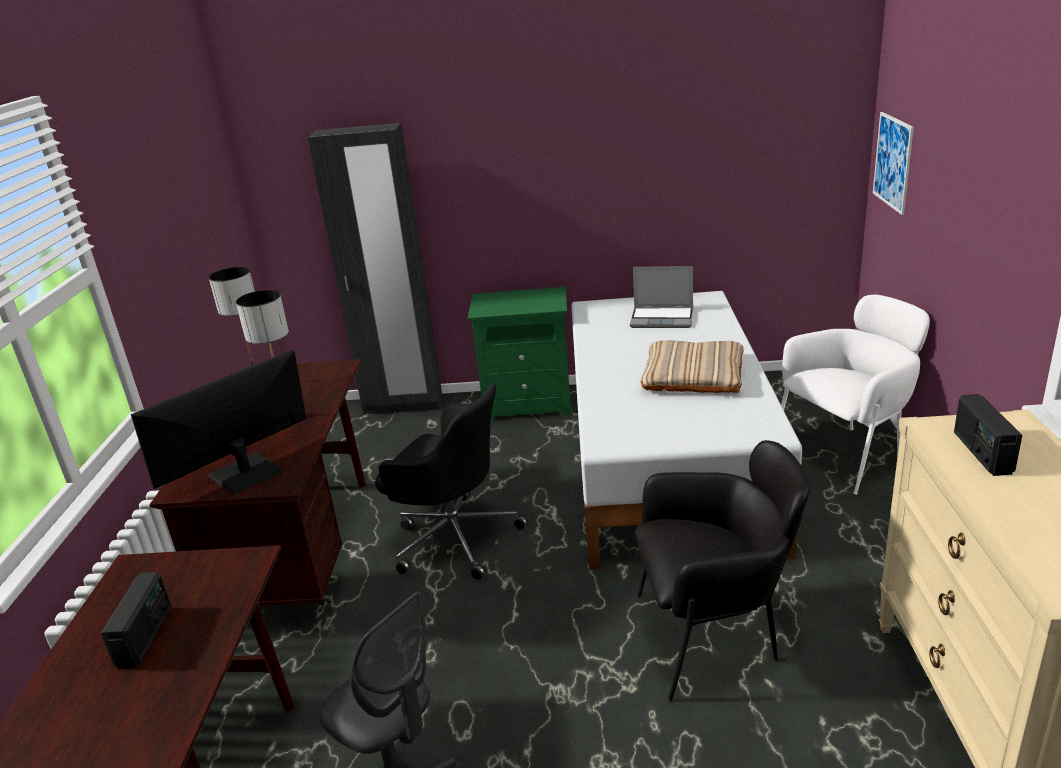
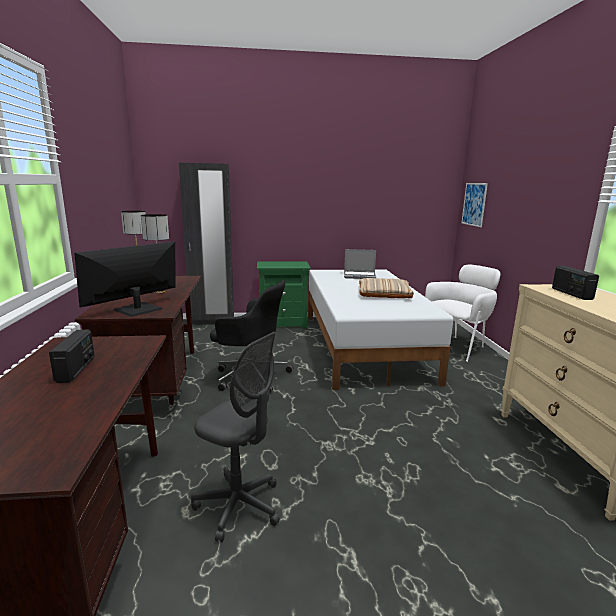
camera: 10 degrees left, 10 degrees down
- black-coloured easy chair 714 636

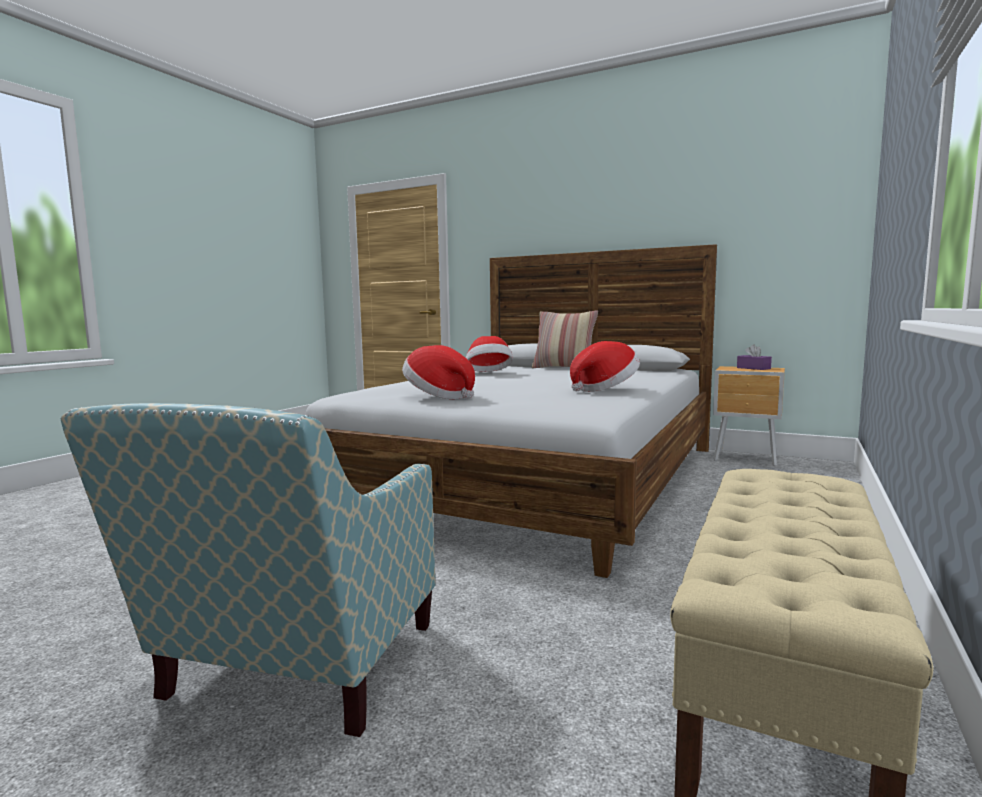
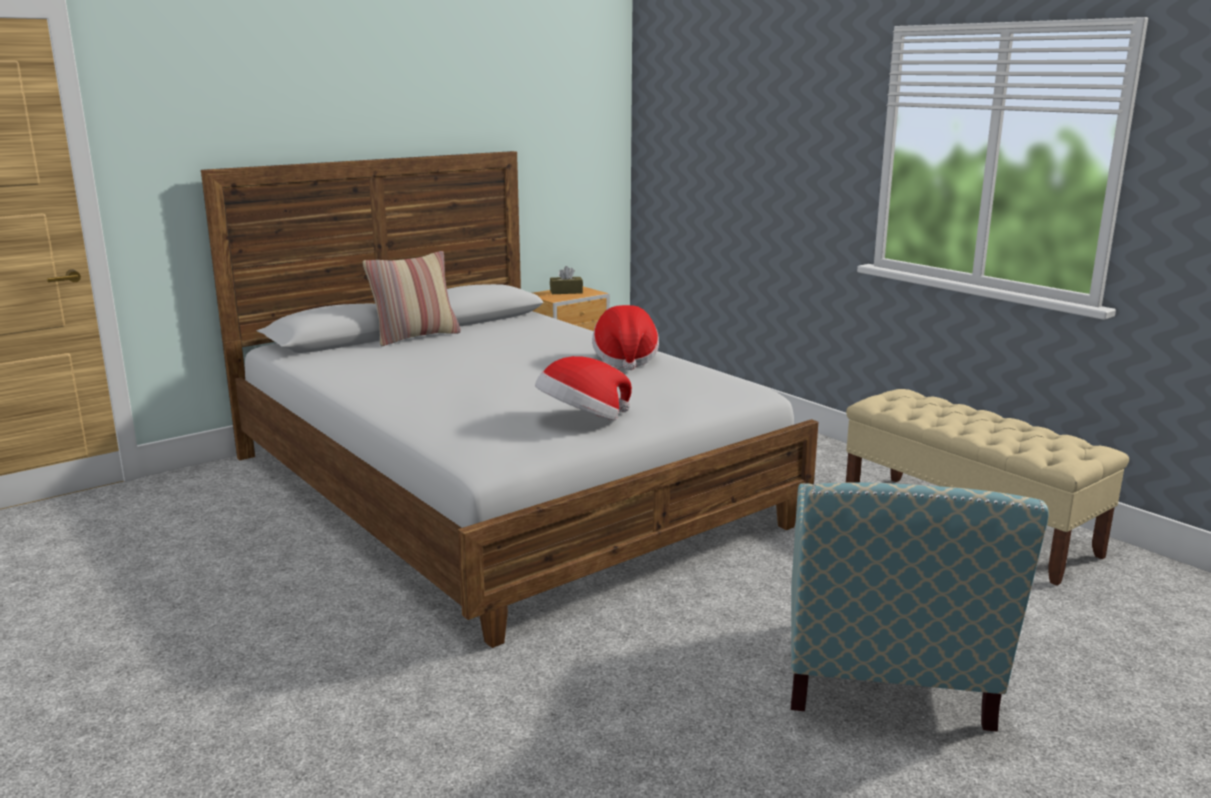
camera: 65 degrees left, 10 degrees up
~ easy chair 291 674 = 886 686 60 degrees clockwise
- clothing hat 489 373
~ purplish box of tissues 753 368 to brown-coloured box of tissues 566 292

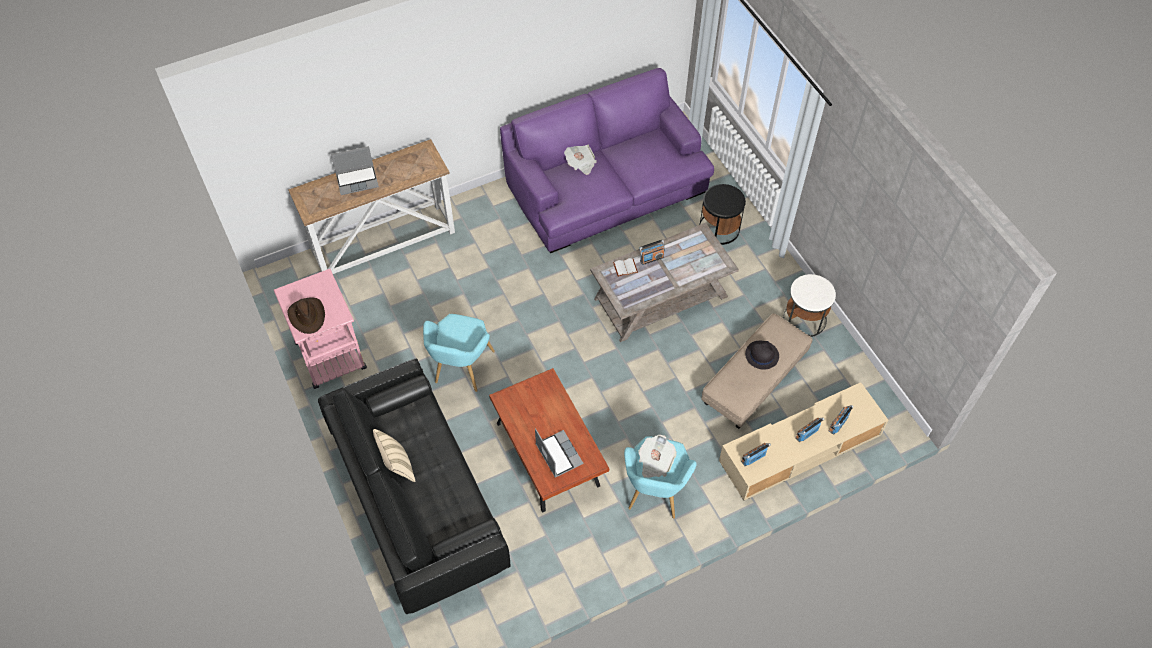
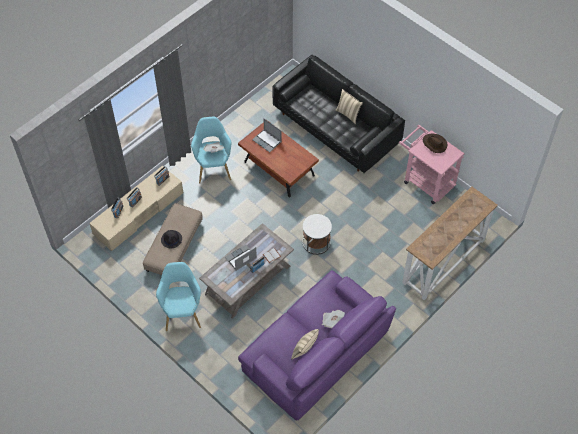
camera: 160 degrees right, 0 degrees up
~ laptop 357 180 to 240 258
~ blue-green easy chair 461 370 to 182 312
- black-coloured end table 719 228
~ white end table 805 319 to 316 242
+ sand-coloured throw pillow 305 351

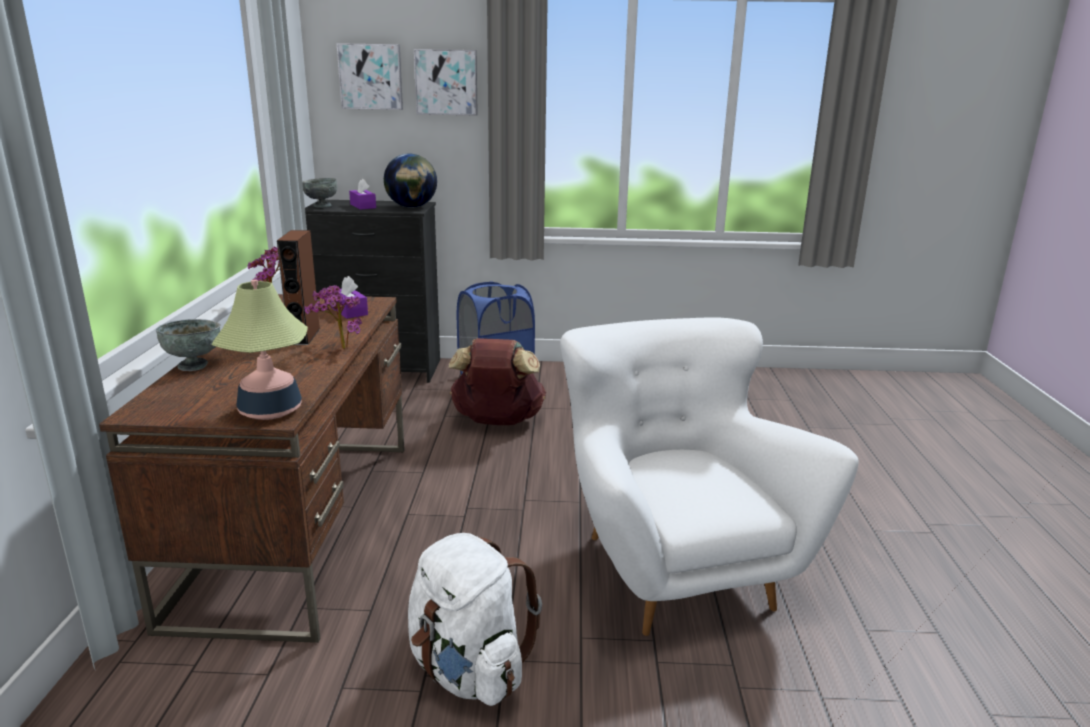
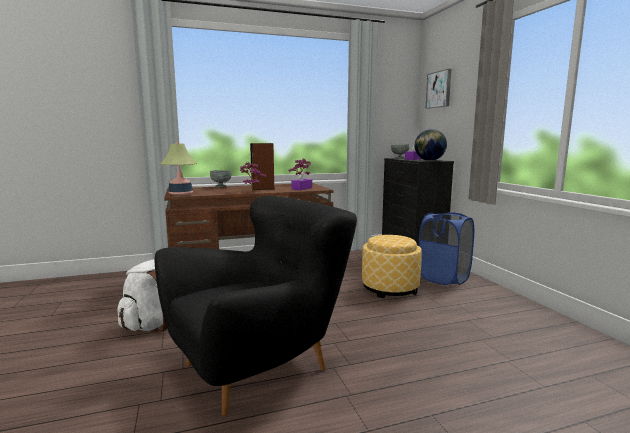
camera: 70 degrees right, 10 degrees down
- picture 446 82
~ brown-coloured rucksack 497 422 to ottoman 390 288
~ white easy chair 673 568 to black-coloured easy chair 259 366

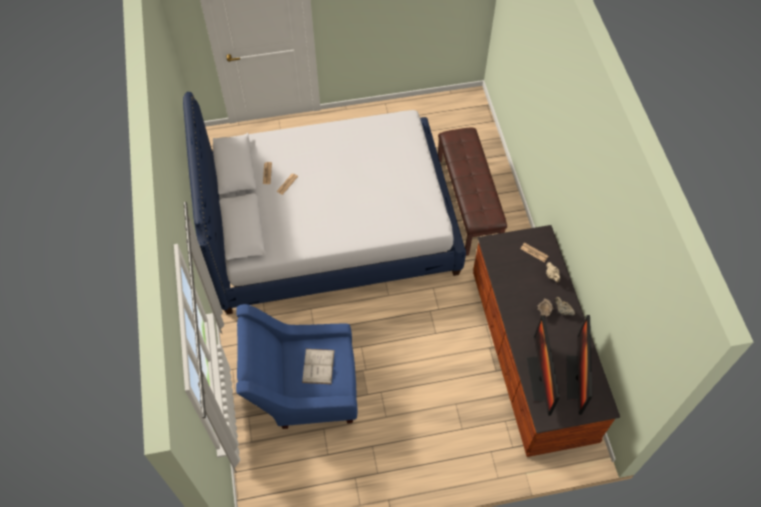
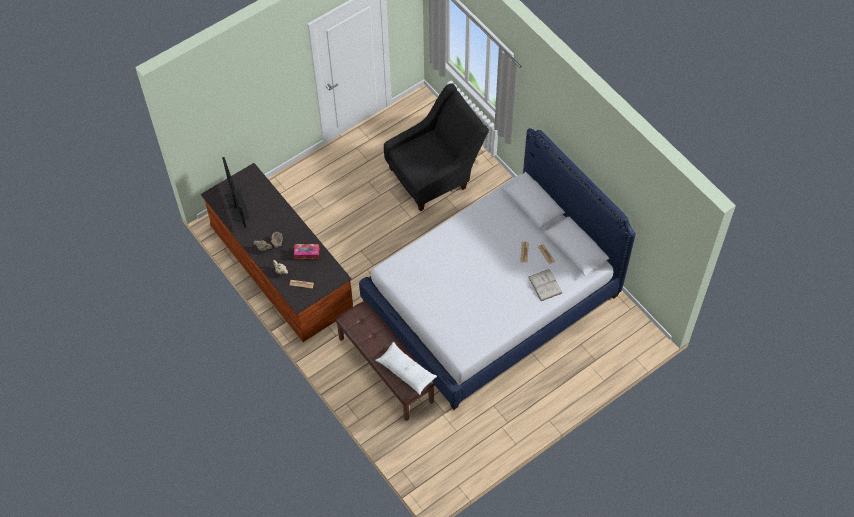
camera: 155 degrees right, 0 degrees up
~ blue easy chair 304 389 to black-coloured easy chair 435 174
~ white bound book 318 366 to 545 285
- monitor 540 378
+ box of tissues 307 253
+ white throw pillow 406 371

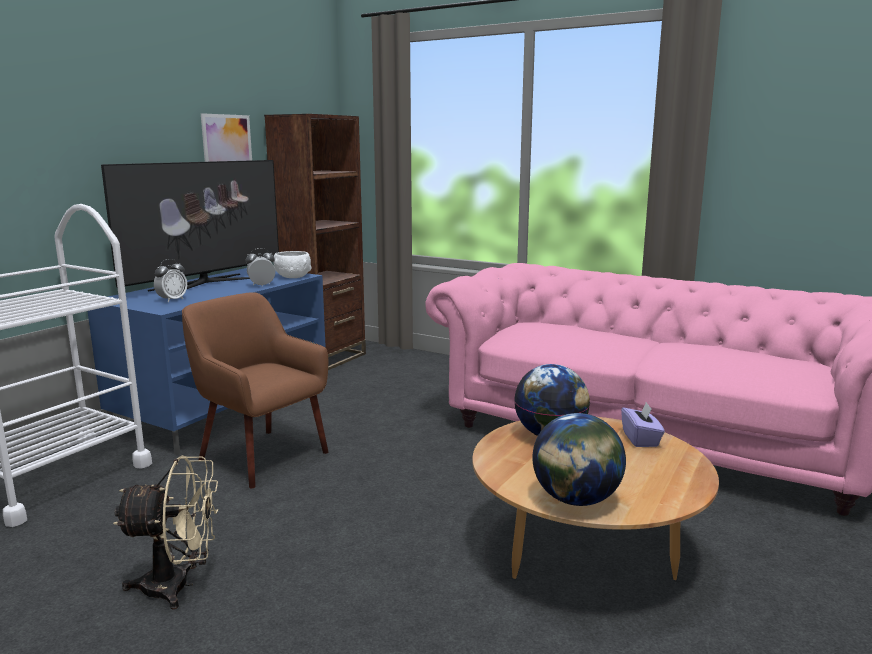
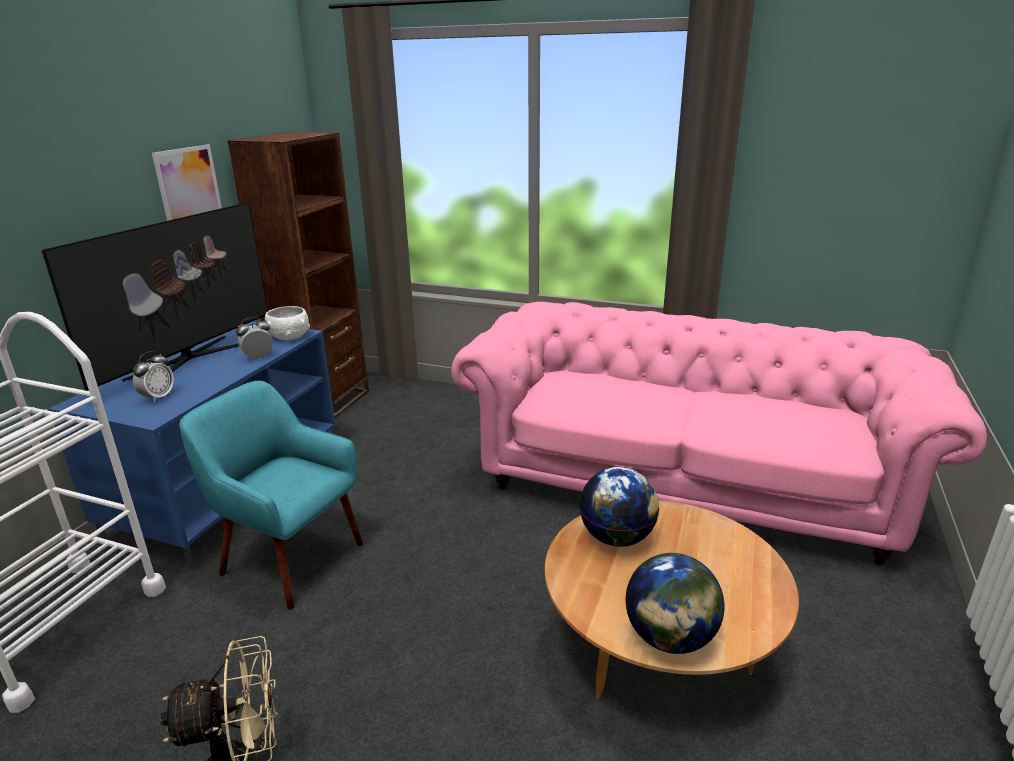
camera: 10 degrees left, 10 degrees up
~ brown-coloured easy chair 261 456 to blue-green easy chair 290 559
- purplish box of tissues 641 439

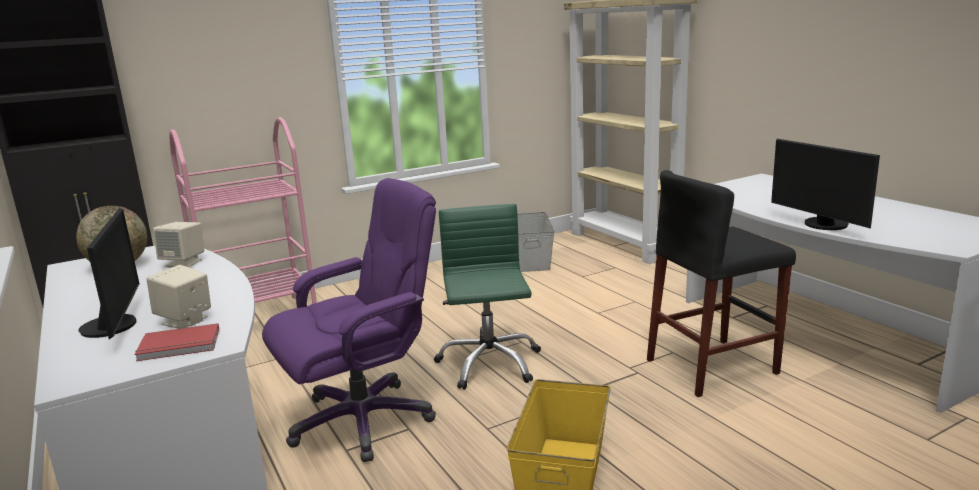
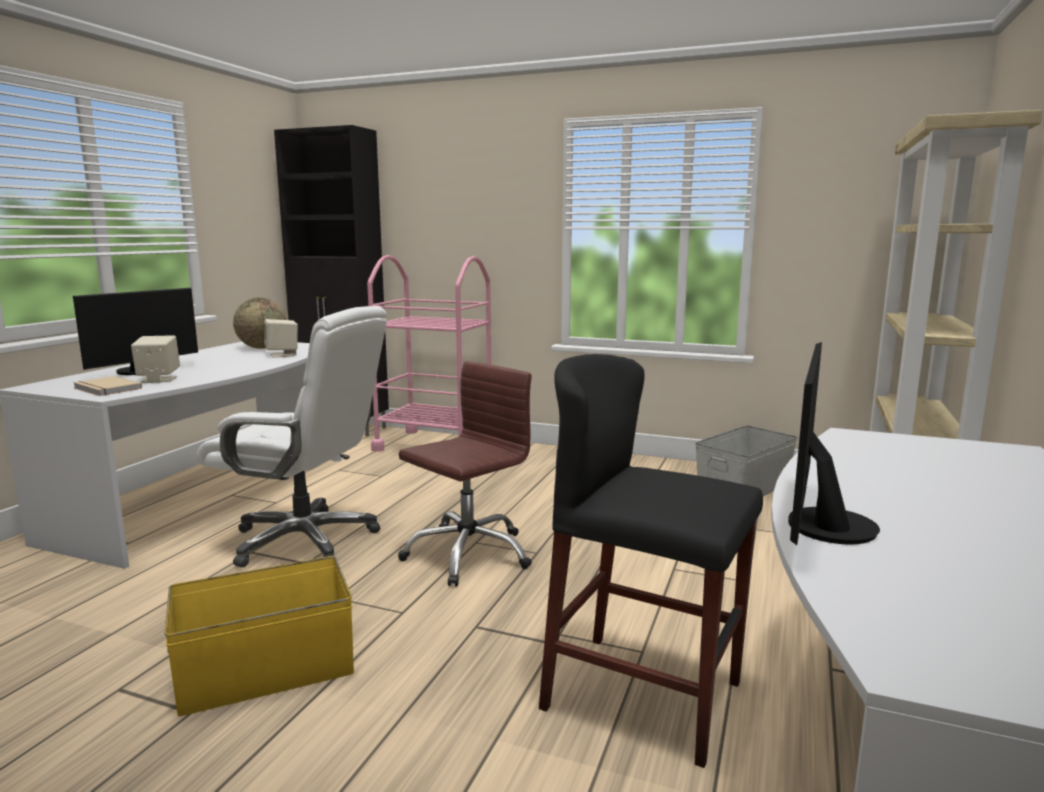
camera: 50 degrees right, 5 degrees down
~ red bound book 179 346 to sand-coloured bound book 106 389
~ purplish office chair 363 420 to white office chair 305 540
~ greenish office chair 489 363 to brown-coloured office chair 467 554

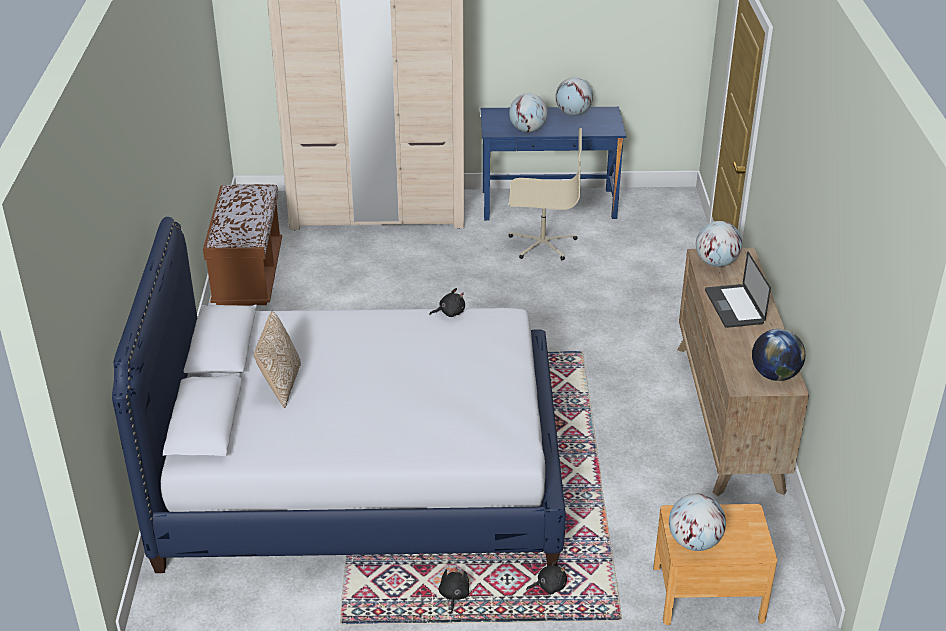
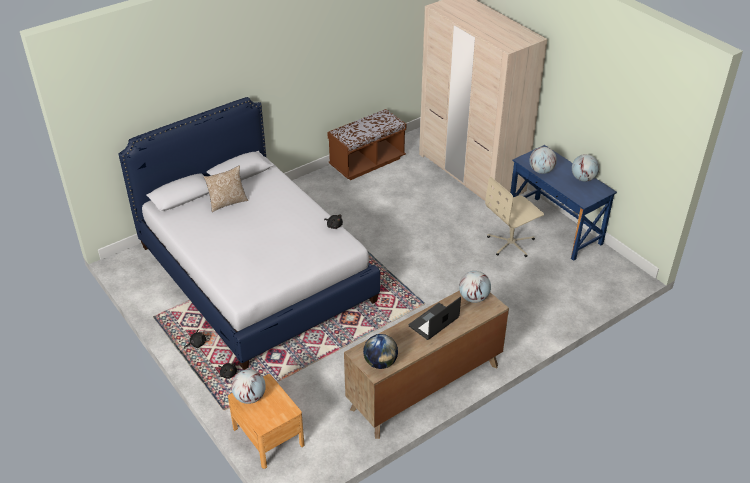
camera: 55 degrees right, 5 degrees up
~ sand-coloured office chair 542 243 = 511 243 90 degrees clockwise

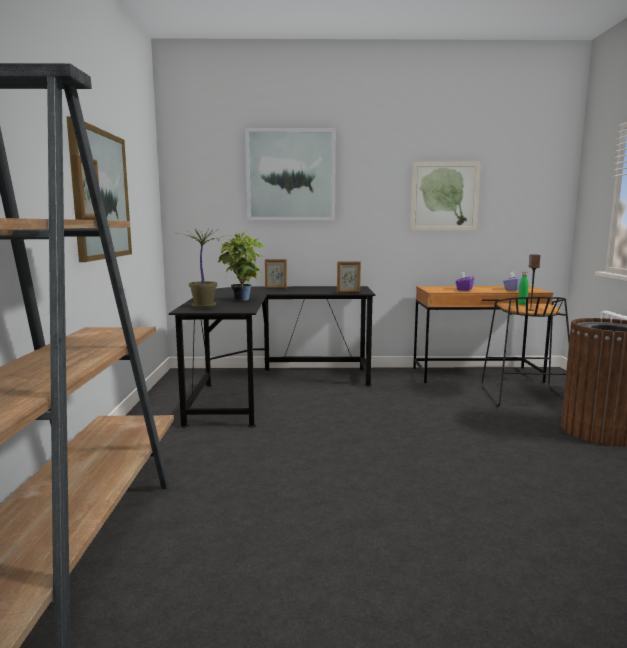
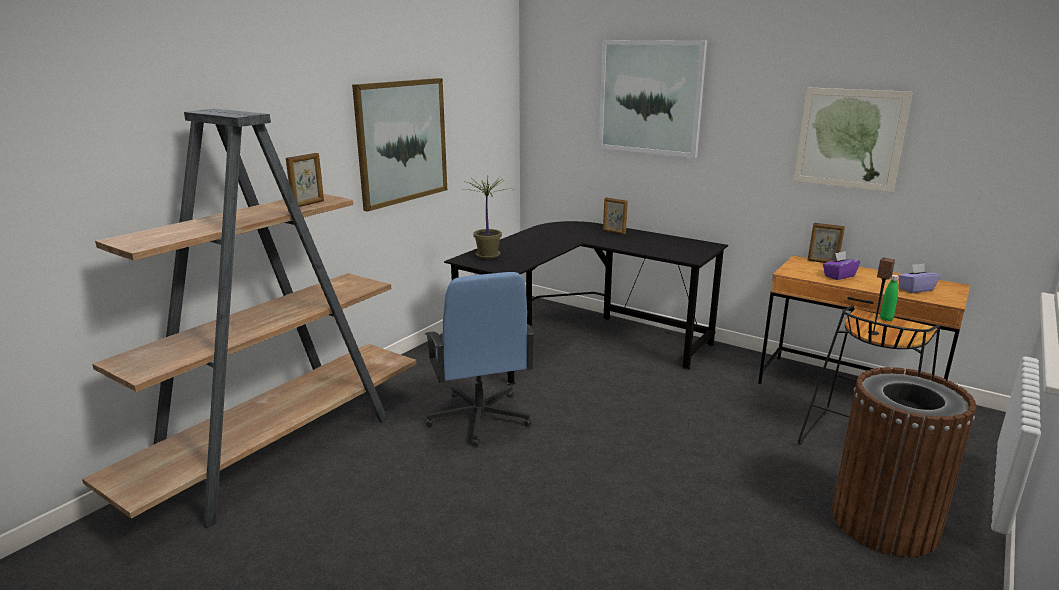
camera: 35 degrees right, 10 degrees up
- potted plant 243 300
~ photo frame 348 292 to 822 262
+ blue office chair 479 418

